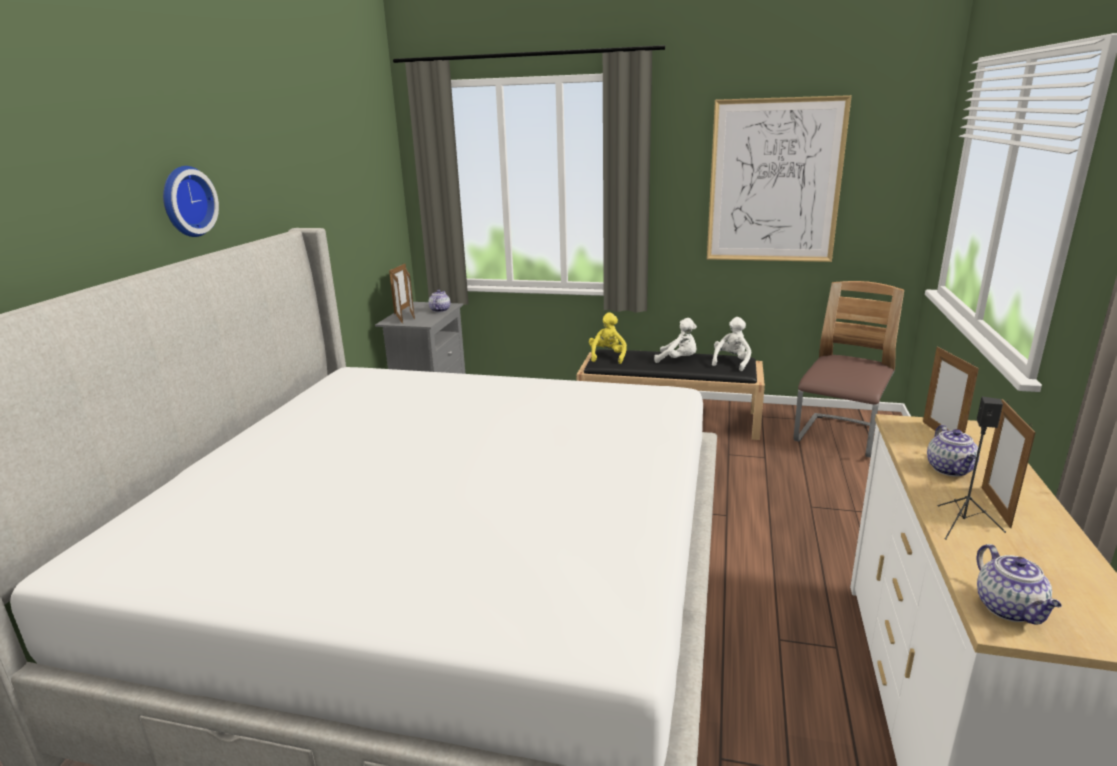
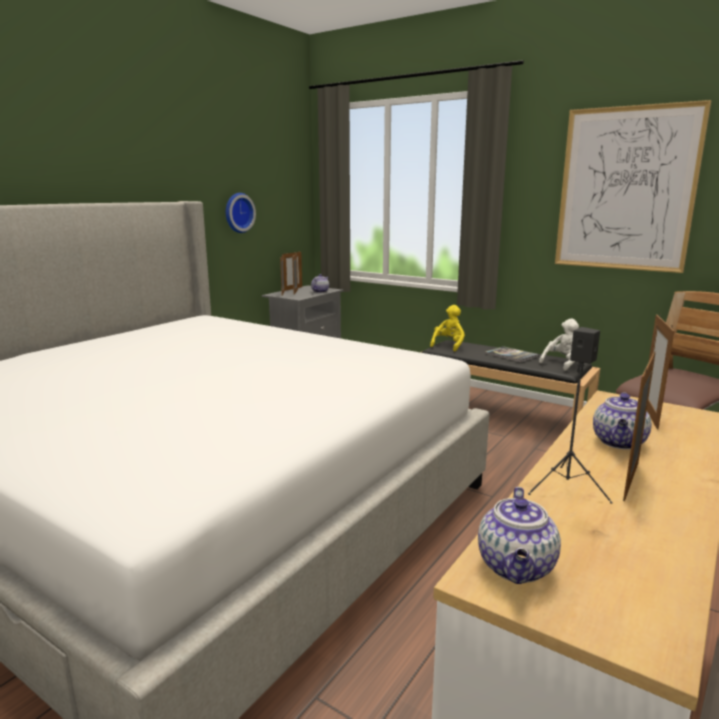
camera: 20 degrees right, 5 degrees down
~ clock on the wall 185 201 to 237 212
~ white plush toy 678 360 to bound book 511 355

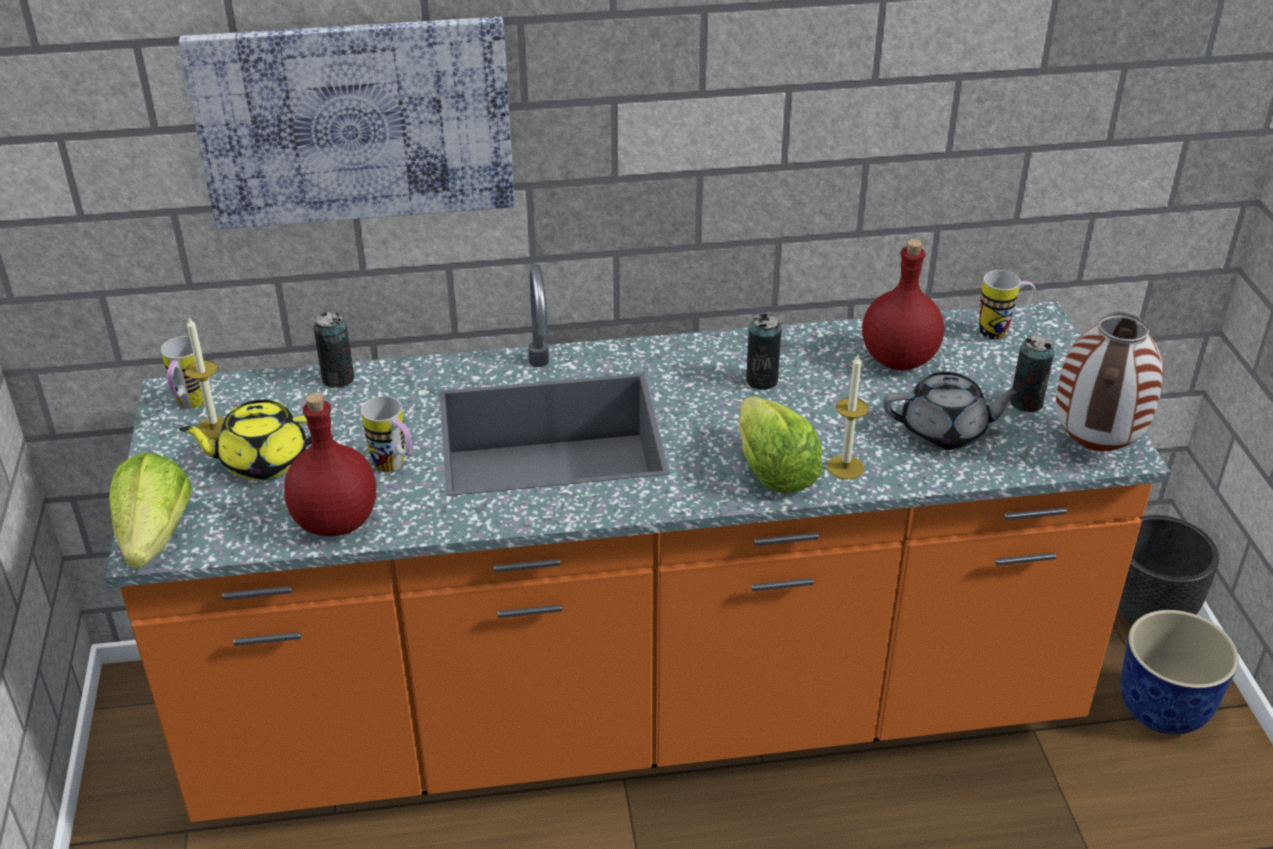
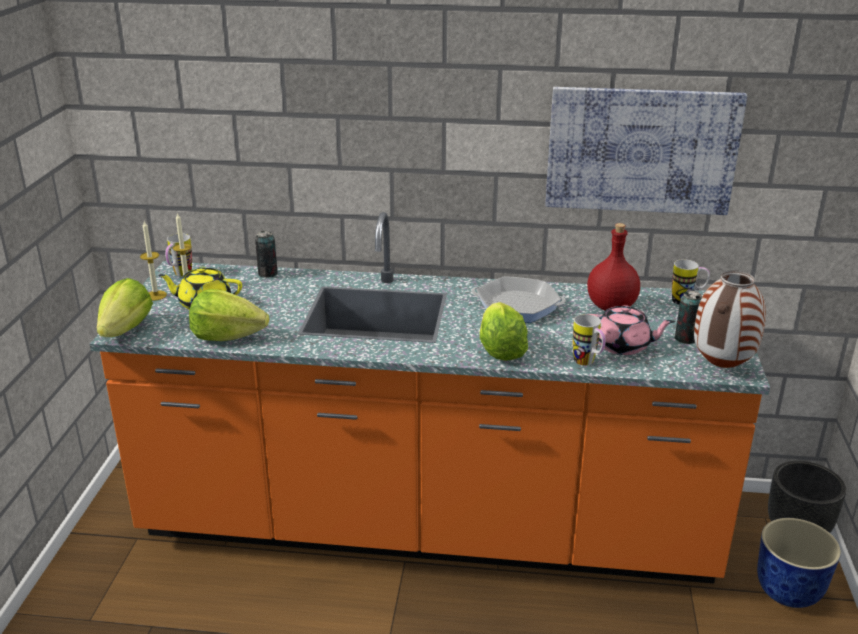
camera: 15 degrees right, 10 degrees down
~ picture 355 122 to 641 150
~ red bottle 334 521 to head of lettuce 227 336
~ tea mug 395 467 to 588 363
~ sealed can 761 380 to skillet 517 306
~ wax light 845 467 to 155 295
~ gray pot for tea 945 432 to pink pot for tea 623 346

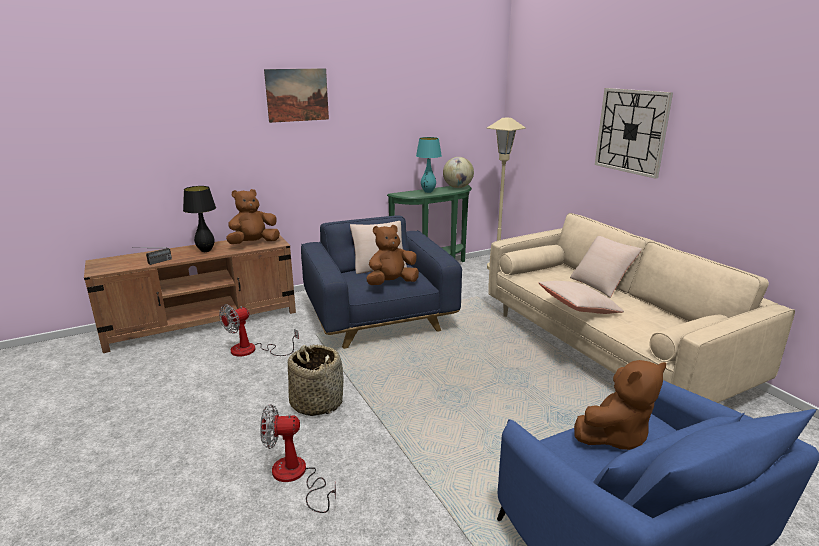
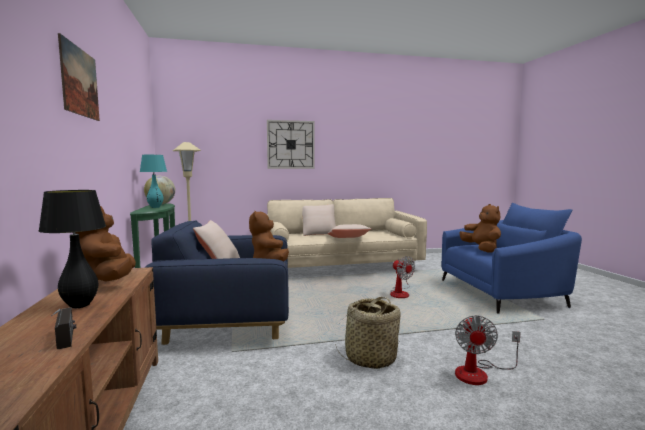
camera: 75 degrees left, 15 degrees down
~ fan 252 350 to 400 293

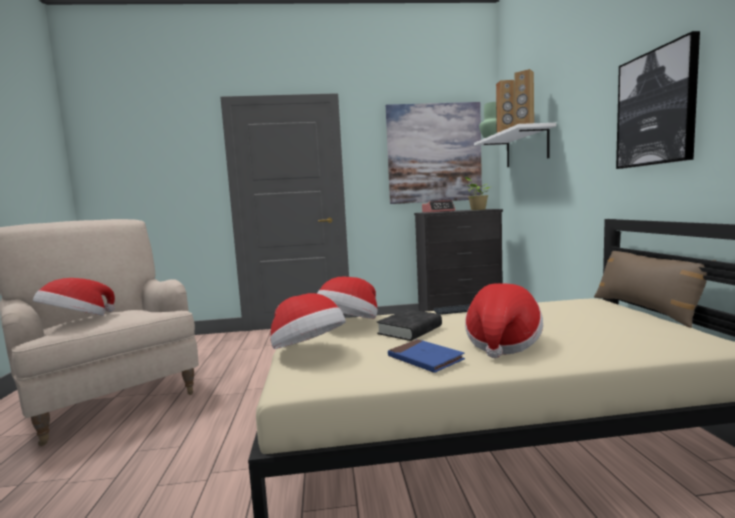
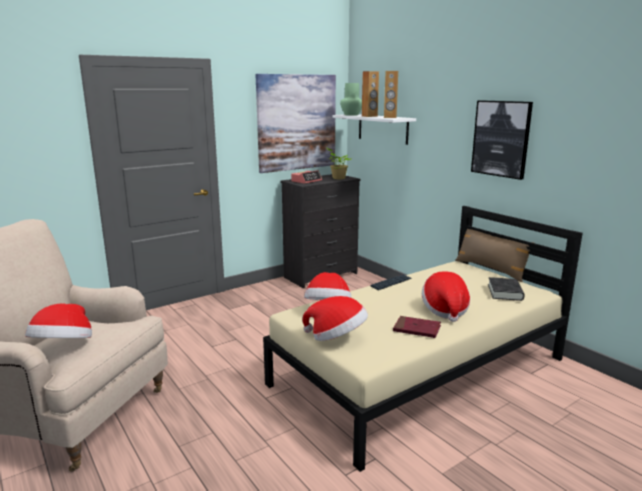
camera: 30 degrees left, 10 degrees up
~ black-coloured bound book 410 330 to 505 292
~ blue bound book 425 359 to red bound book 417 329

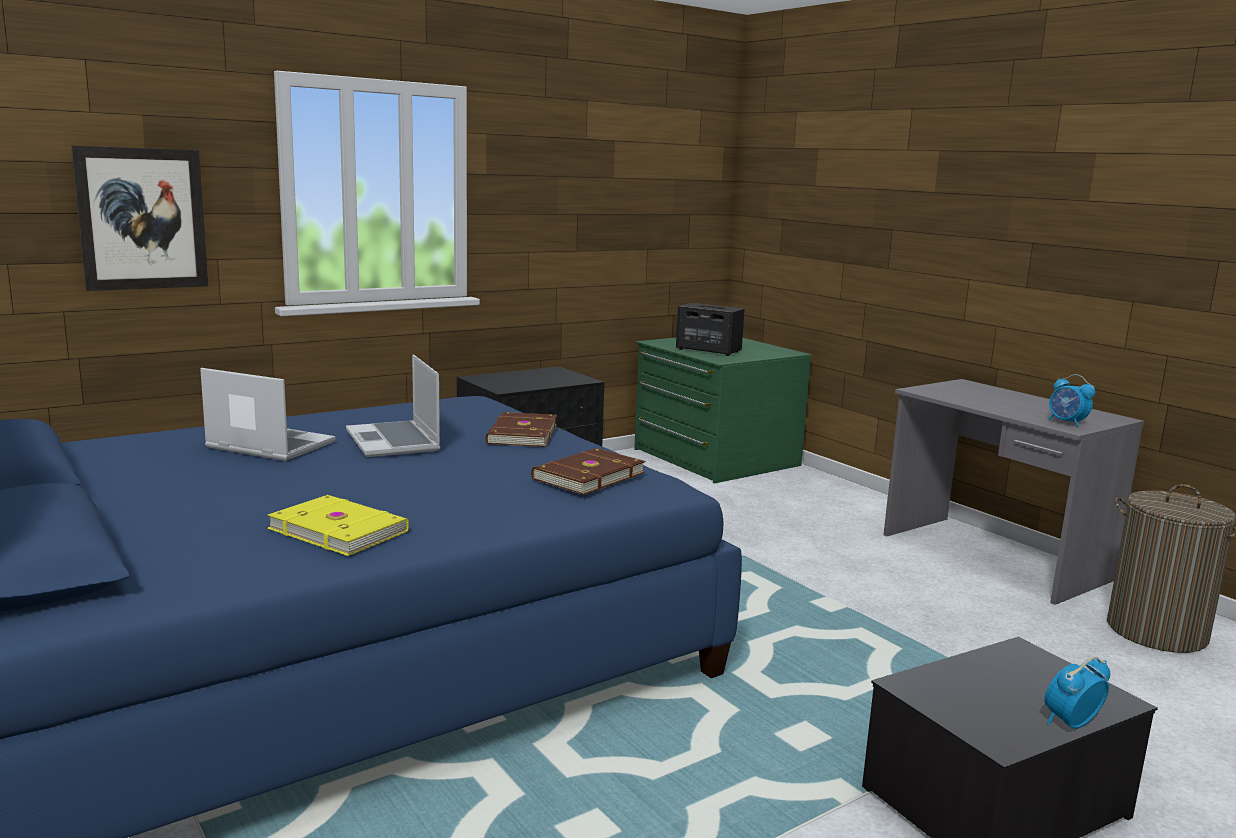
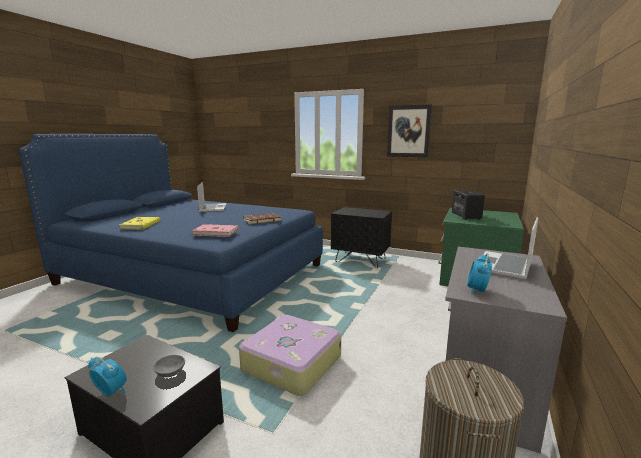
camera: 60 degrees right, 0 degrees up
~ picture 142 219 to 408 131
~ laptop 394 441 to 505 267
~ brown-coloured bound book 587 476 to pink bound book 216 232
+ gray serving bowl 169 372
+ piece of luggage 290 363

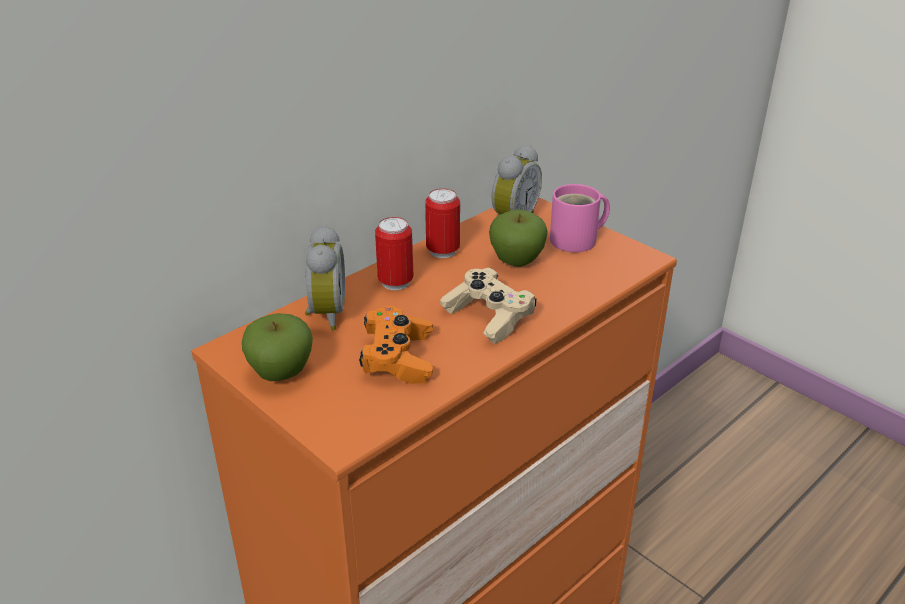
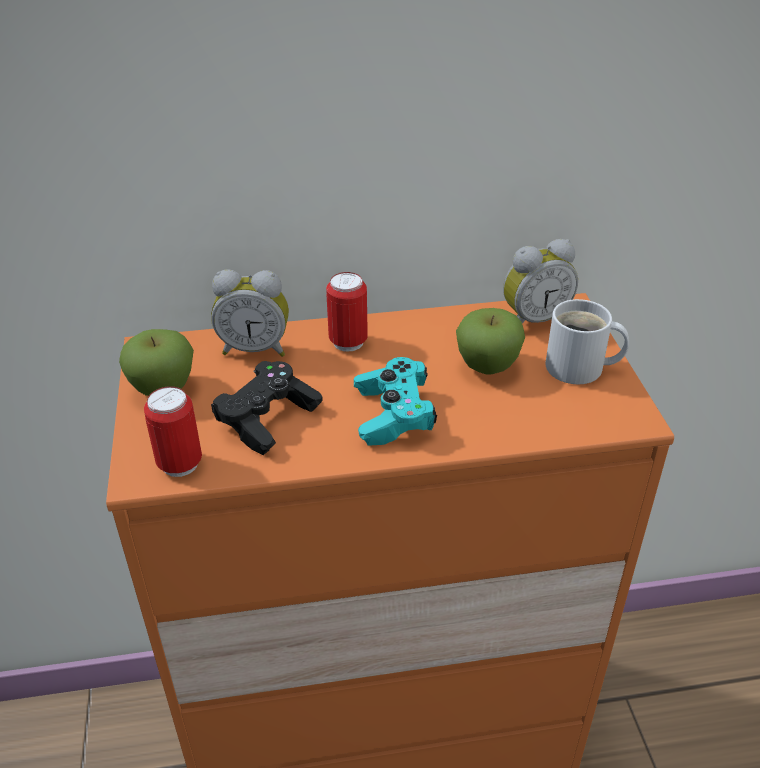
camera: 35 degrees right, 5 degrees up
~ bedside clock 324 314 = 255 348 60 degrees clockwise
~ orange-coloured game controller 398 358 to black-coloured game controller 268 419
~ sealed can 443 251 to 180 464
~ sand-coloured game controller 488 317 to blue-green game controller 393 415
~ pink tea mug 578 240 to white tea mug 580 369

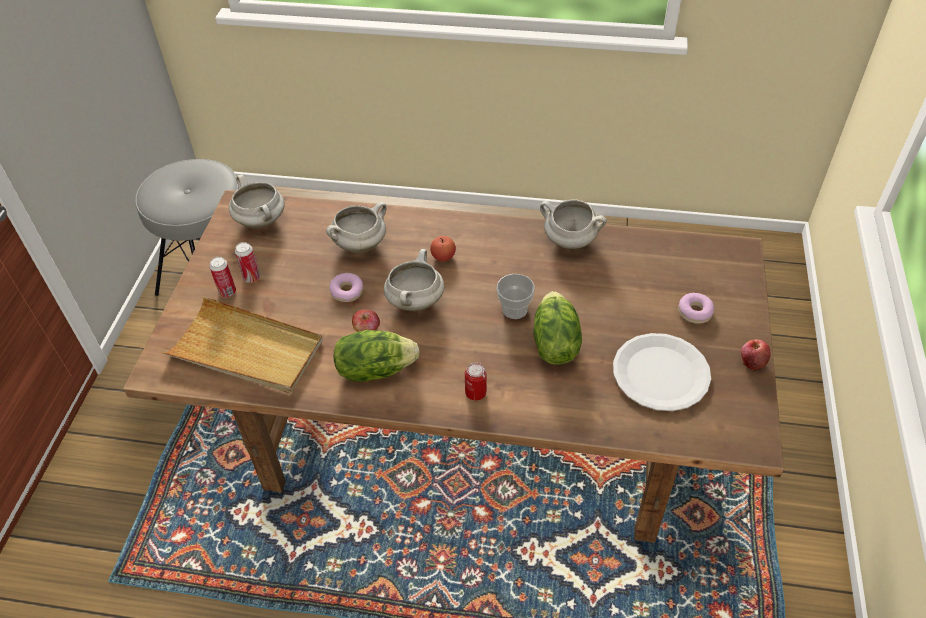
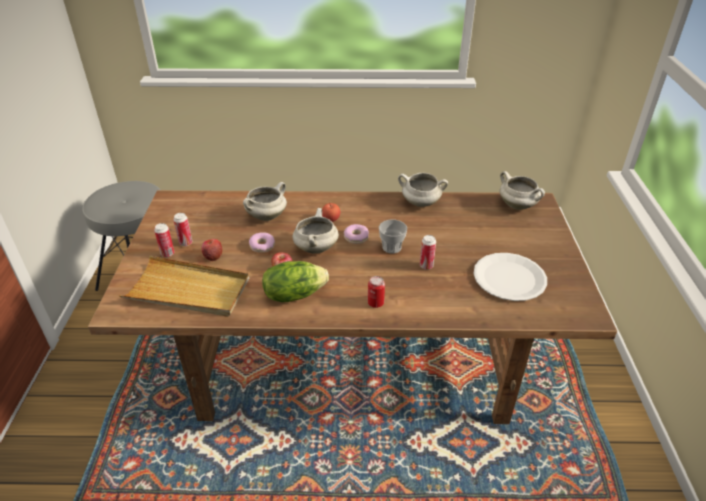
camera: 10 degrees left, 10 degrees down
~ white saucepot 262 221 to 518 206
~ head of lettuce 554 343 to sealed can 426 266
~ ring doughnut 695 312 to 356 237
~ apple 752 362 to 213 256

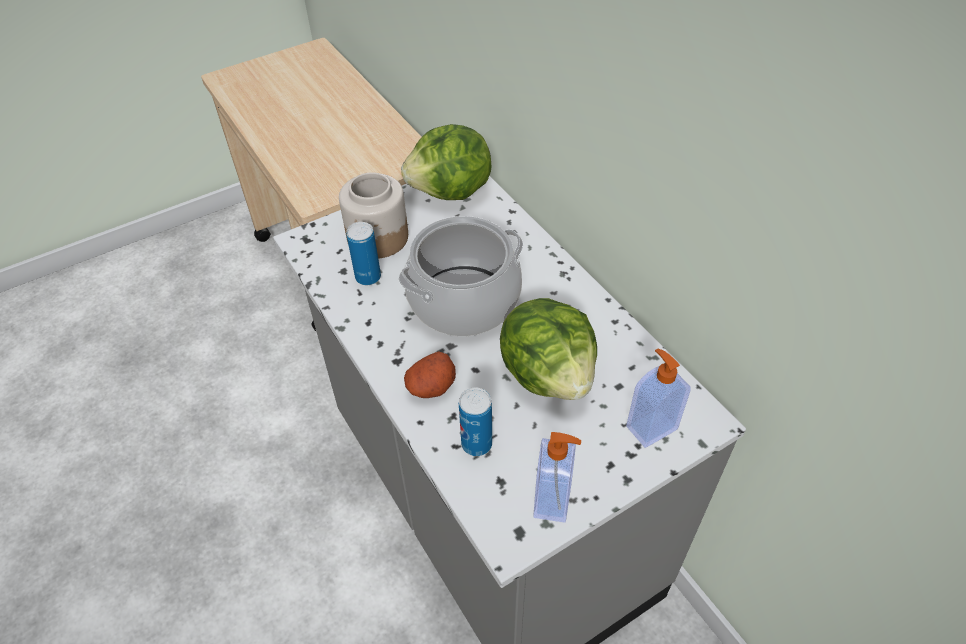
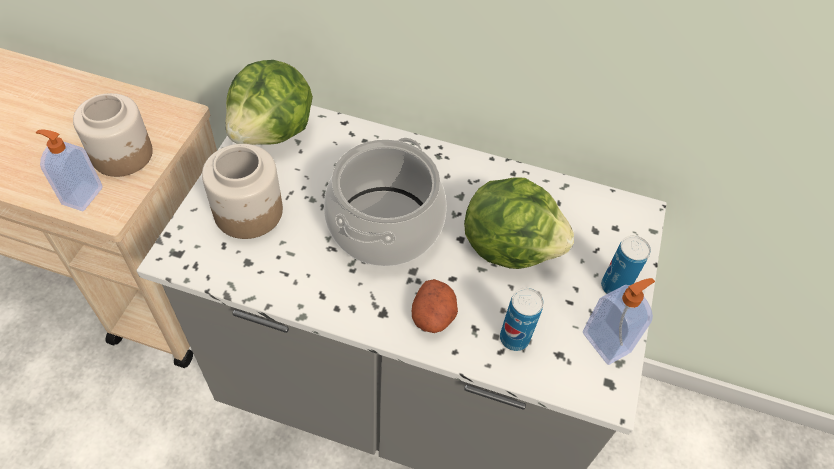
camera: 45 degrees left, 5 degrees up
~ sealed can 368 277 to 614 287
~ soap dispenser 650 427 to 81 195
+ preserve jar 123 154

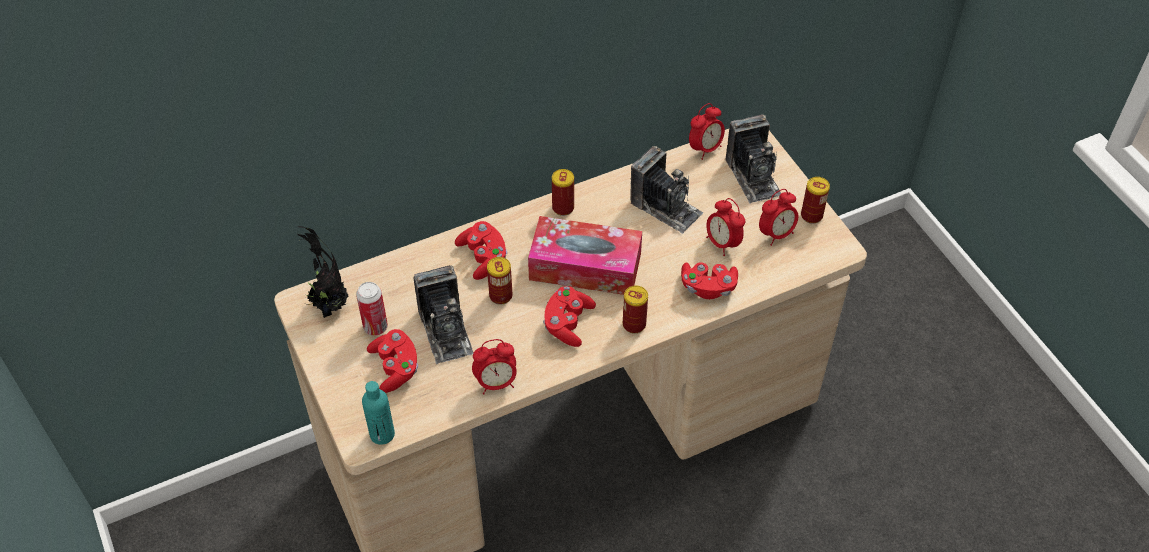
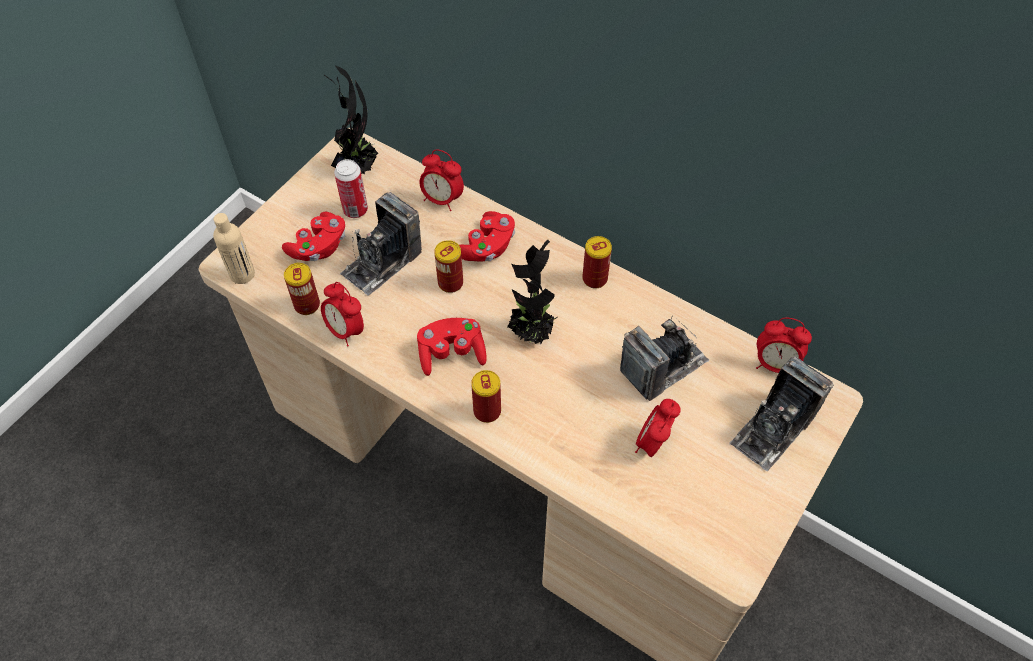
camera: 60 degrees right, 5 degrees up
~ blue-green bottle 382 434 to sand-coloured bottle 242 274
~ box of tissues 585 267 to potted plant 532 333
~ photo camera 665 207 = 663 366 135 degrees counterclockwise
- red game controller 708 287
~ bedside clock 776 234 to 442 199
~ sealed can 811 215 to 307 305

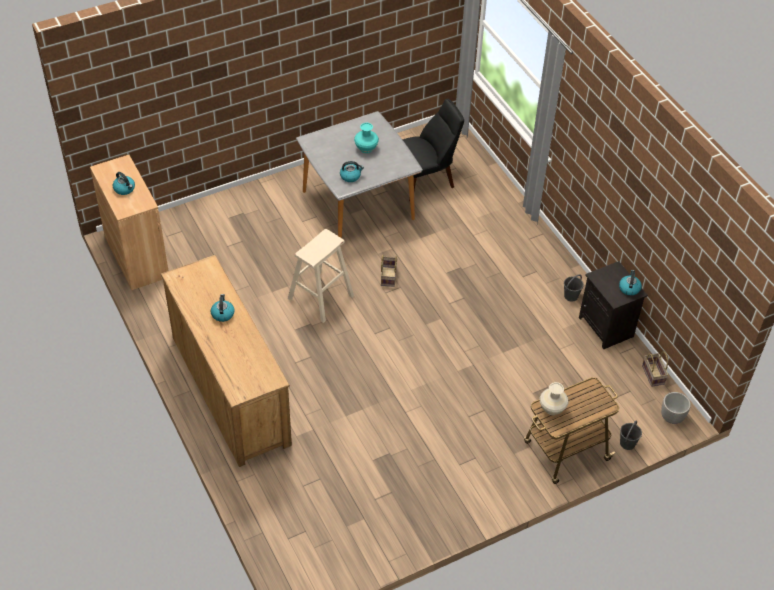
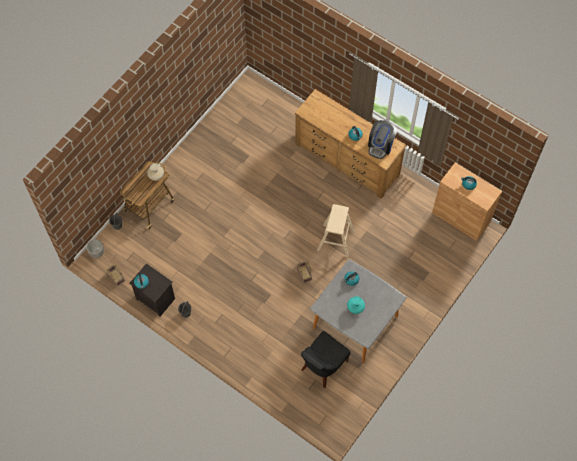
camera: 155 degrees right, 15 degrees up
+ coffee brewer 380 145

